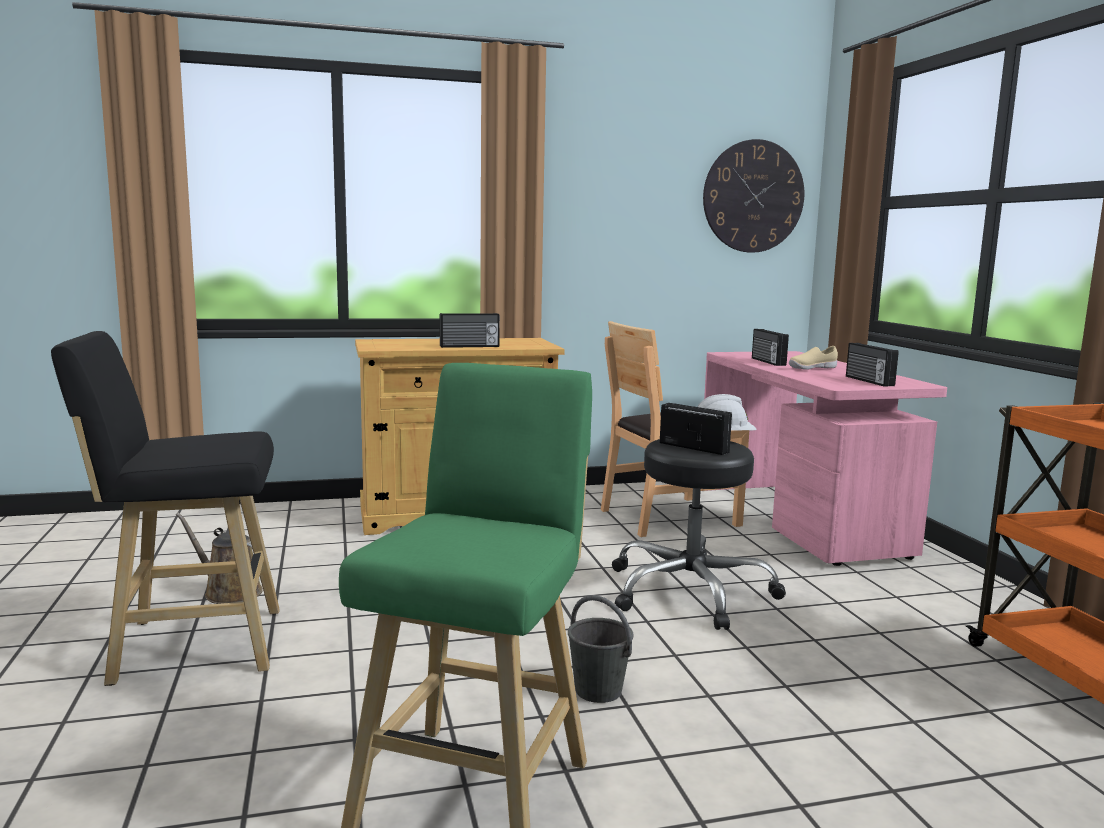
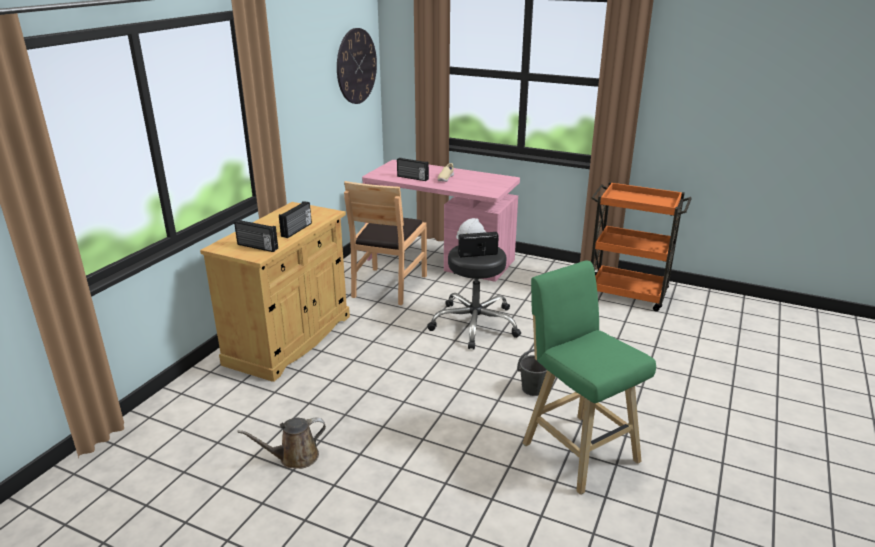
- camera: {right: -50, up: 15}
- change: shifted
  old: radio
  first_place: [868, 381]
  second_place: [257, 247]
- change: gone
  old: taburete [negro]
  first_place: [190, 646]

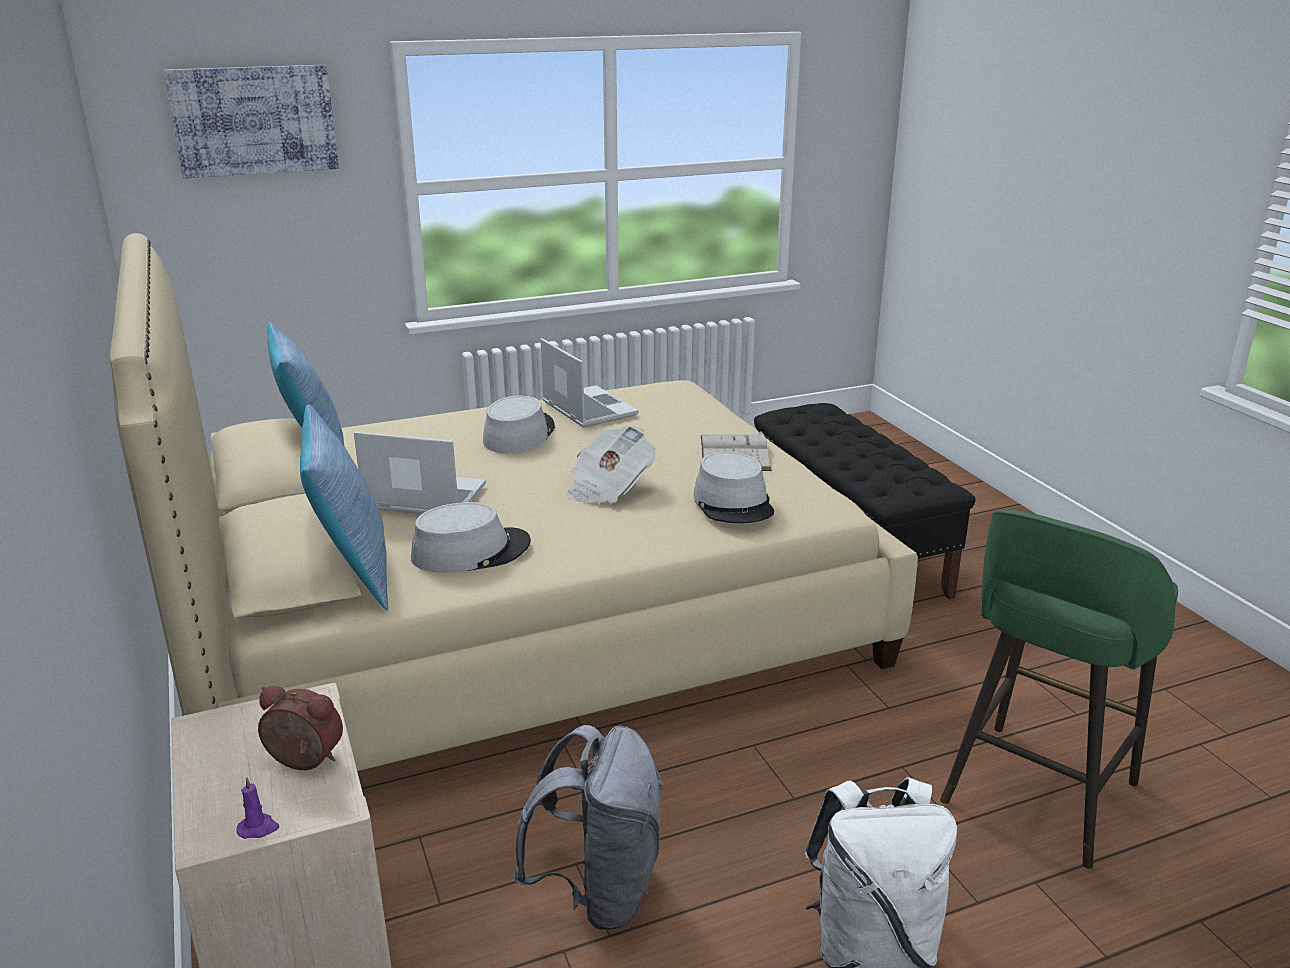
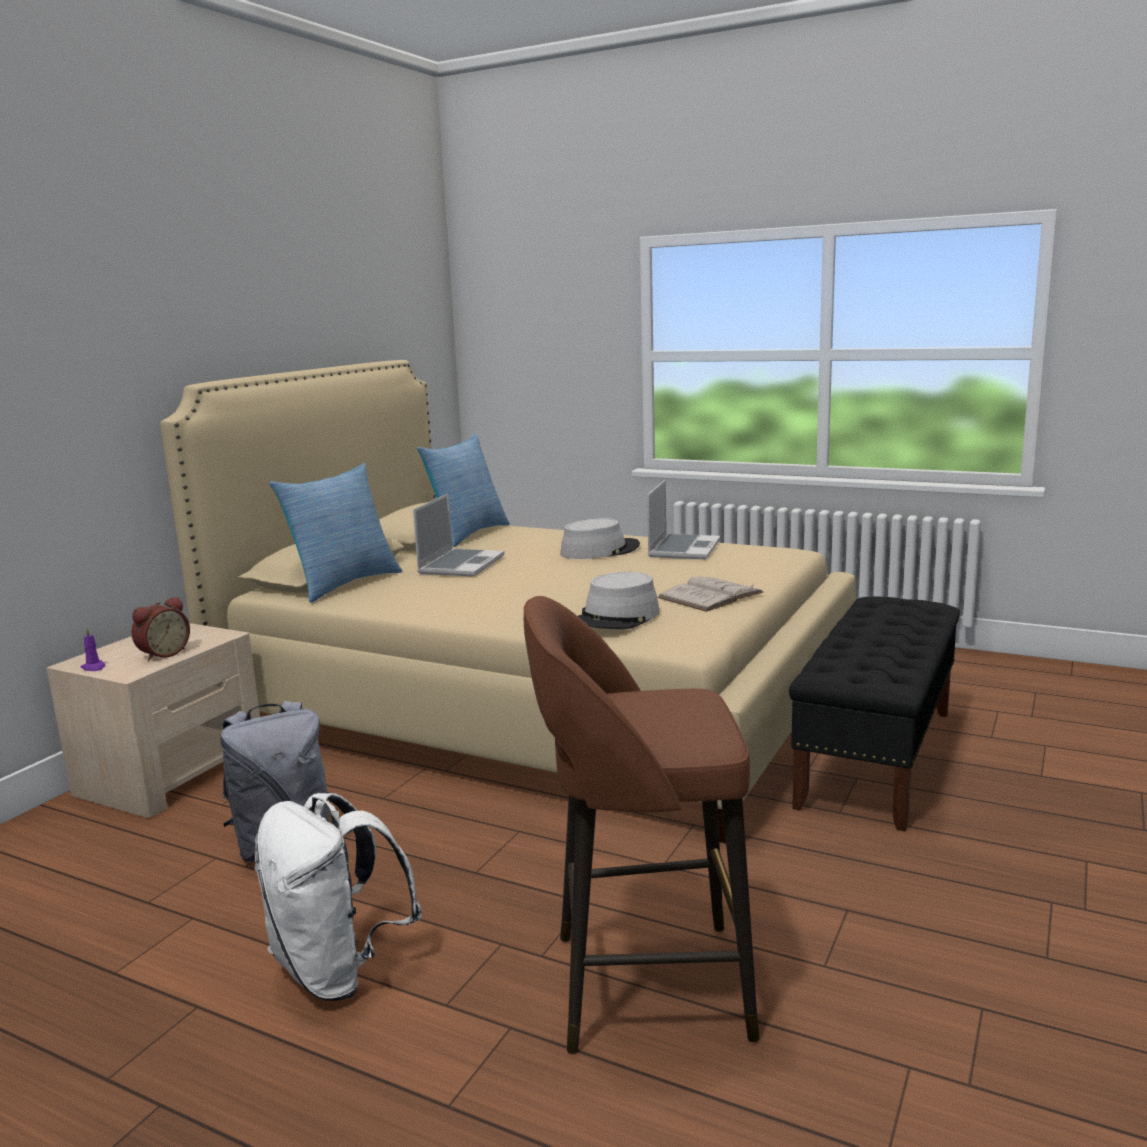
- camera: {right: 50, up: -10}
- change: rotated
  old: despertador
  first_place: [303, 762]
  second_place: [162, 654]
  degrees: 60
- change: rotated
  old: portátil
  first_place: [423, 498]
  second_place: [461, 564]
  degrees: 45
- change: repainted
  old: taburete [verde]
  new: taburete [marrón]
  first_place: [1036, 796]
  second_place: [643, 985]
- change: gone
  old: cuadro
  first_place: [254, 120]
- change: gone
  old: sombrero [gris]
  first_place: [471, 551]
- change: gone
  old: periódico
  first_place: [608, 488]

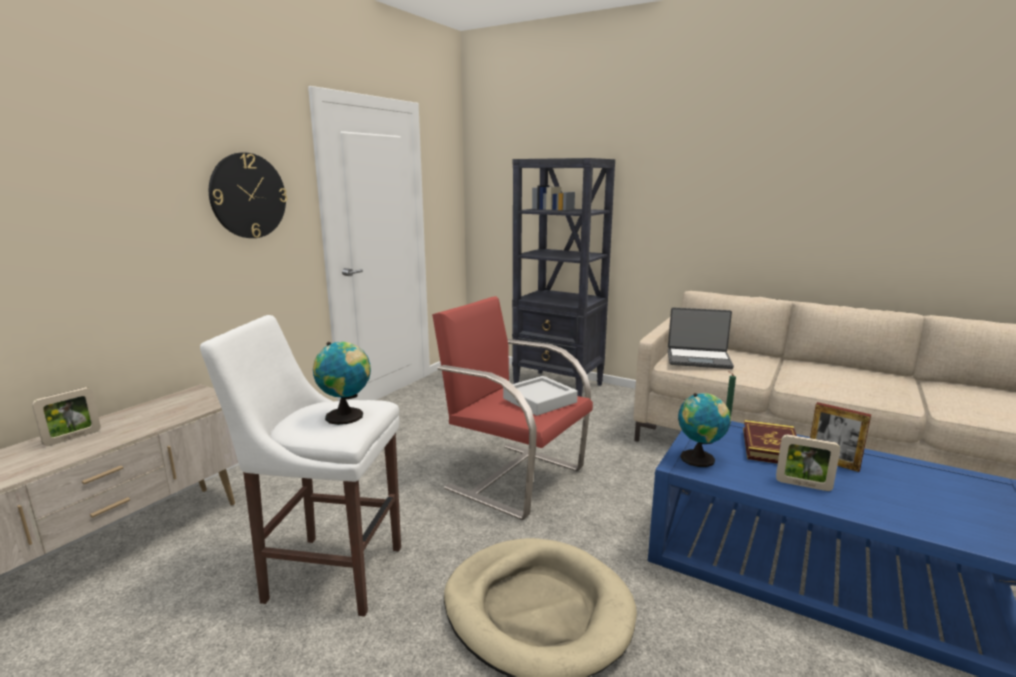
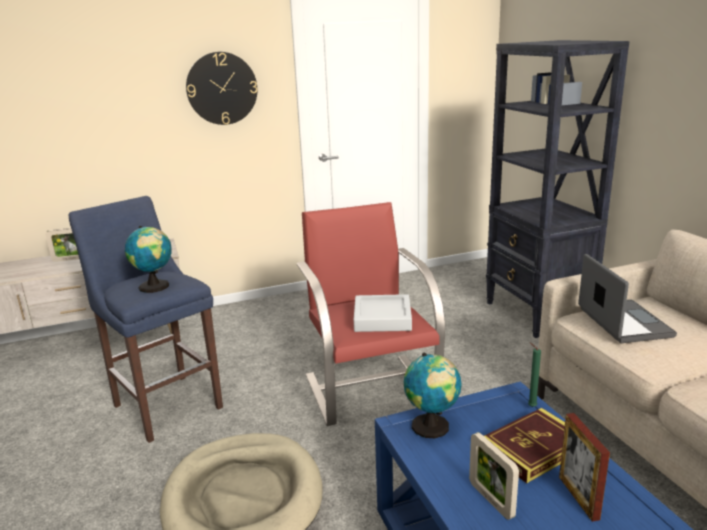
- camera: {right: 40, up: 5}
- change: repainted
  old: taburete [blanco]
  new: taburete [azul]
  first_place: [328, 572]
  second_place: [165, 404]
- change: rotated
  old: portátil
  first_place: [698, 359]
  second_place: [622, 322]
  degrees: -150

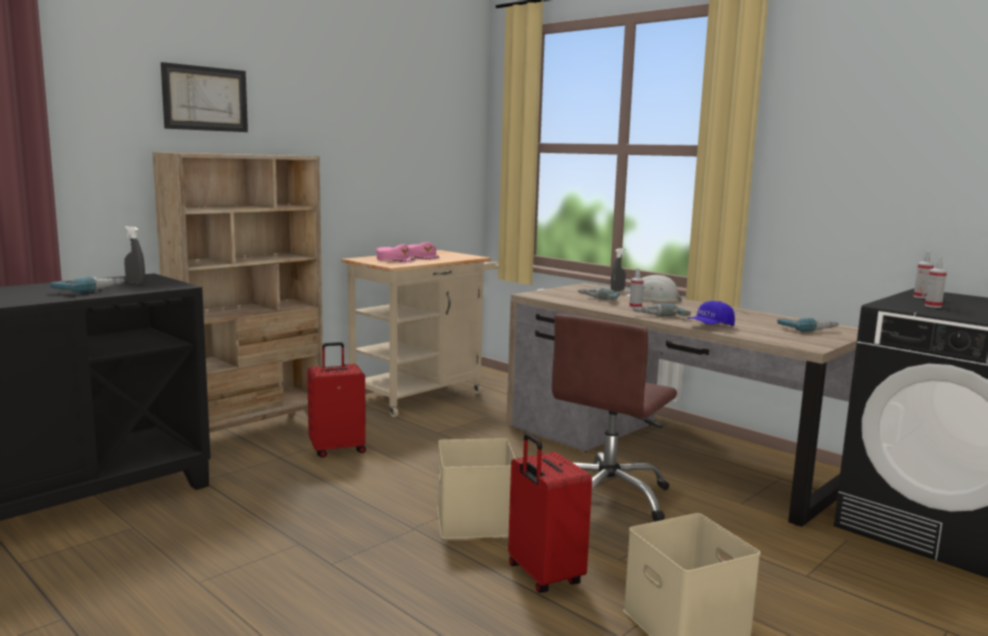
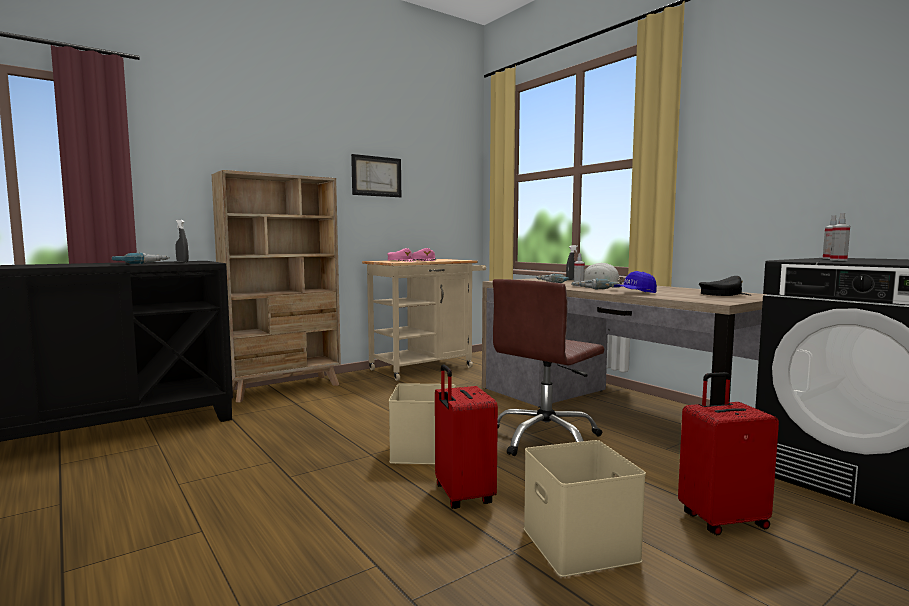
- camera: {right: 10, up: -5}
- change: shifted
  old: cuadro
  first_place: [205, 98]
  second_place: [376, 176]
- change: shifted
  old: maleta [rojo]
  first_place: [337, 449]
  second_place: [722, 520]
- change: swapped
  old: taladro
  new: gorra [negro]
  first_place: [806, 329]
  second_place: [724, 295]

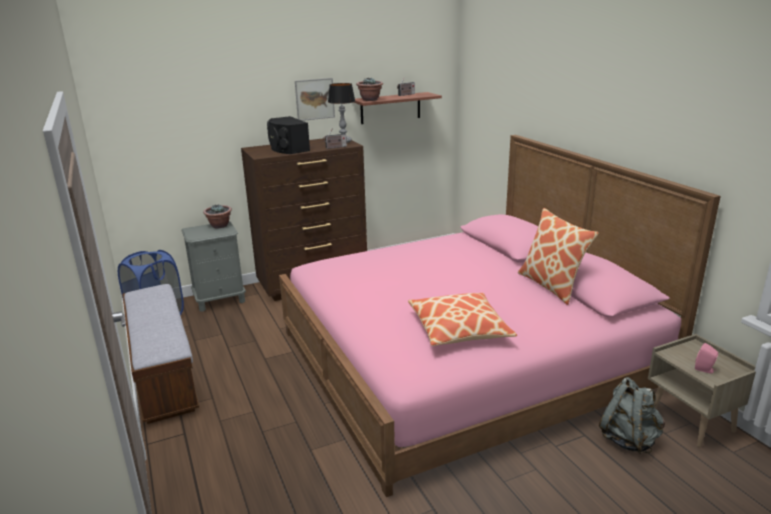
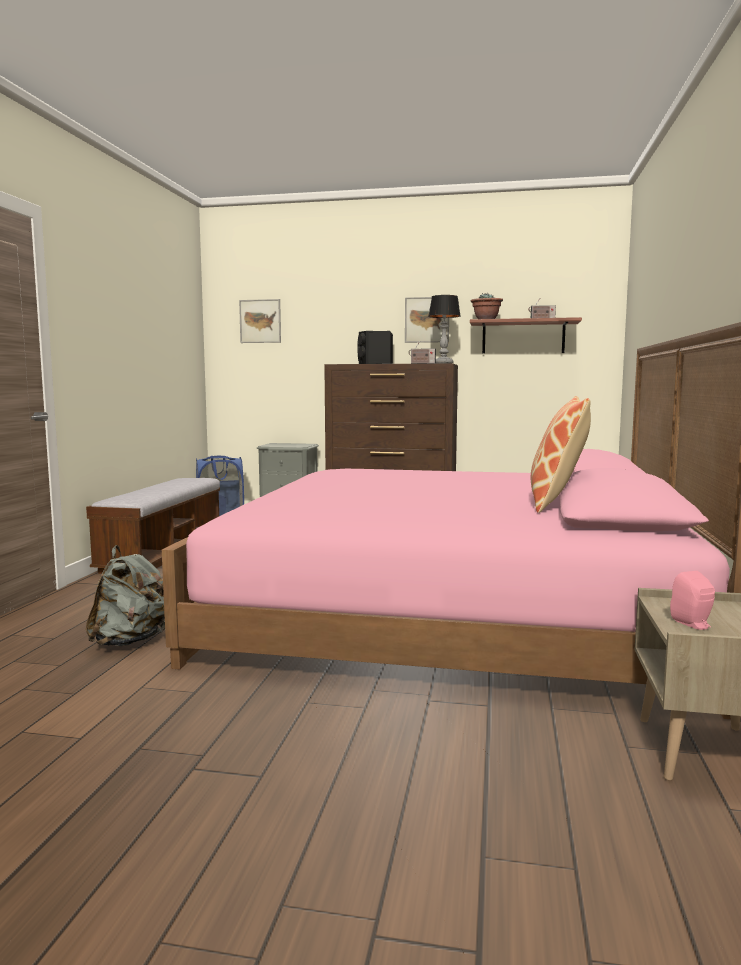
- camera: {right: 35, up: -15}
- change: shifted
  old: mochila [gris]
  first_place: [629, 439]
  second_place: [131, 641]
- change: new
  new: cuadro
  second_place: [260, 321]
- change: gone
  old: planta en maceta
  first_place: [219, 226]
- change: gone
  old: cojín
  first_place: [459, 329]

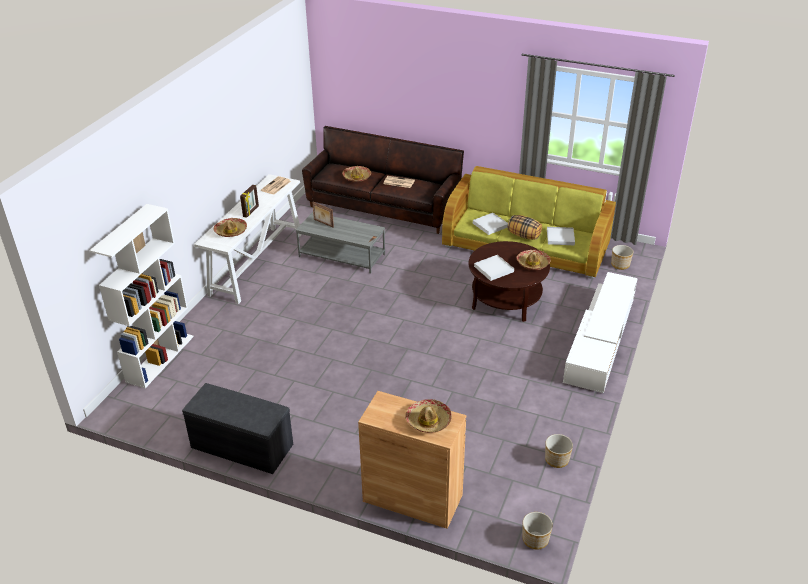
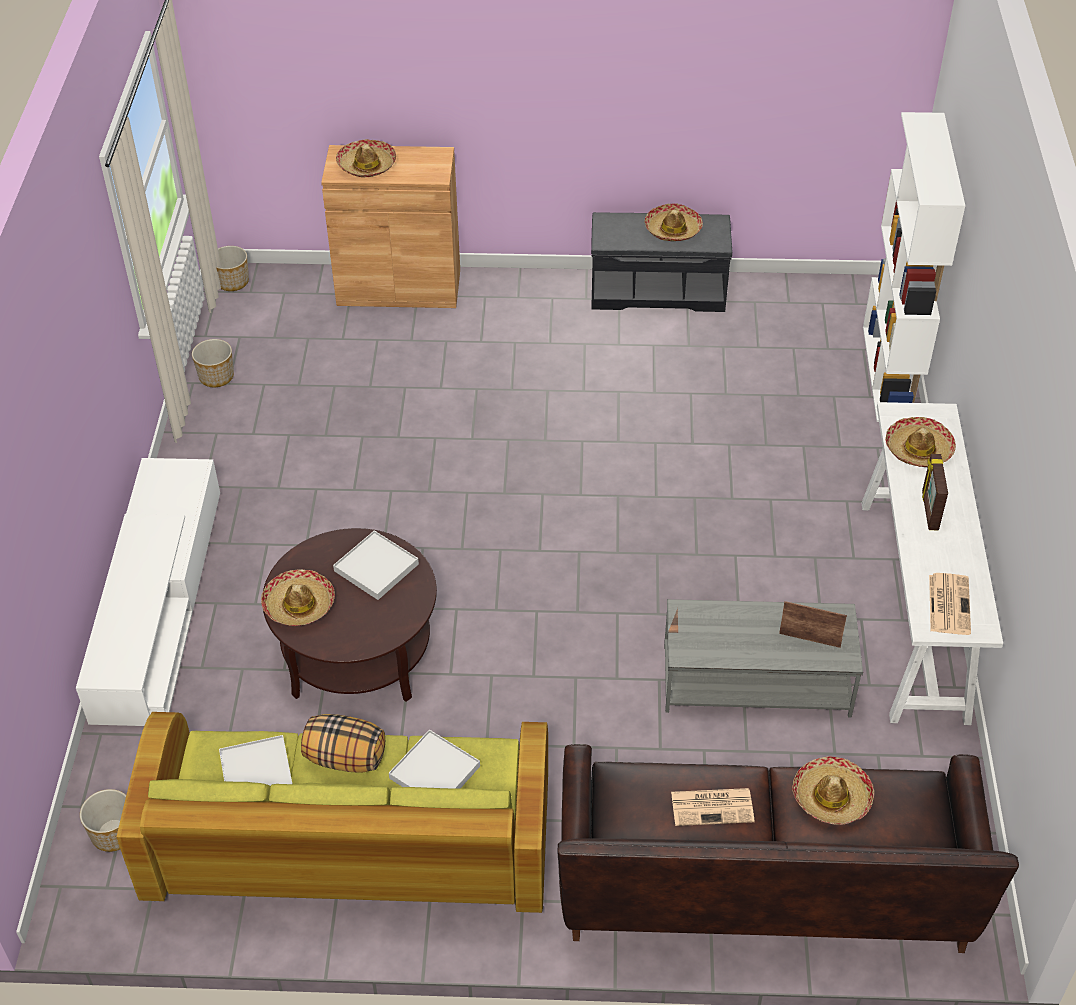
- camera: {right: 160, up: 10}
- change: new
  new: sombrero
  second_place: [673, 229]

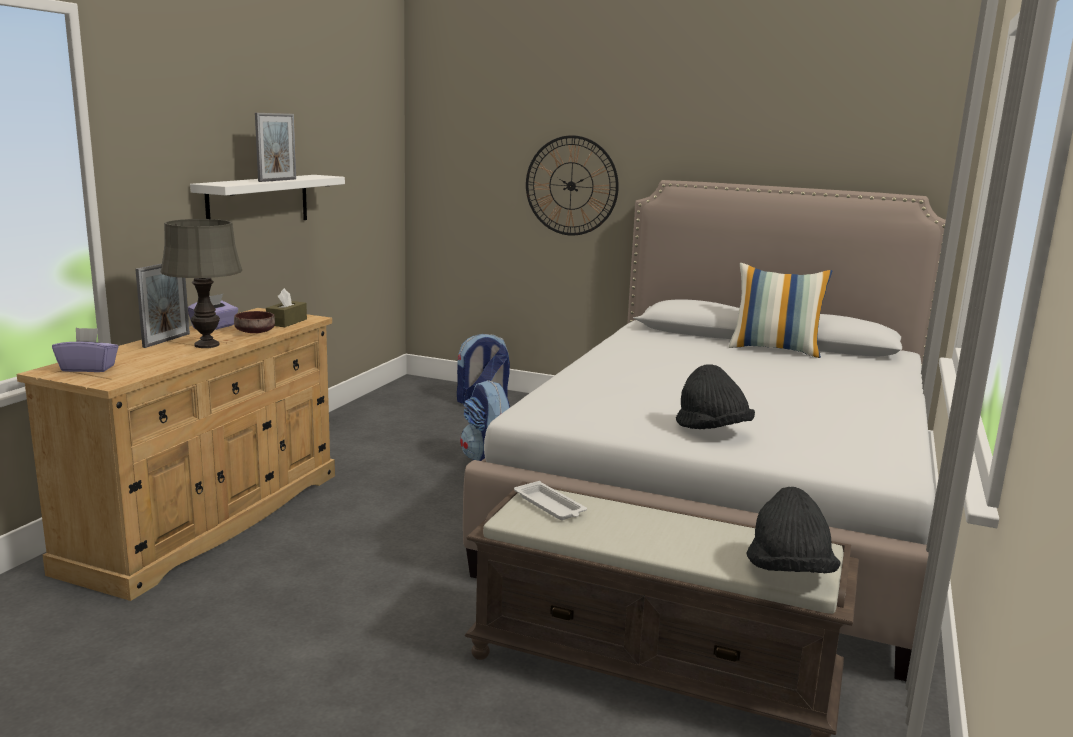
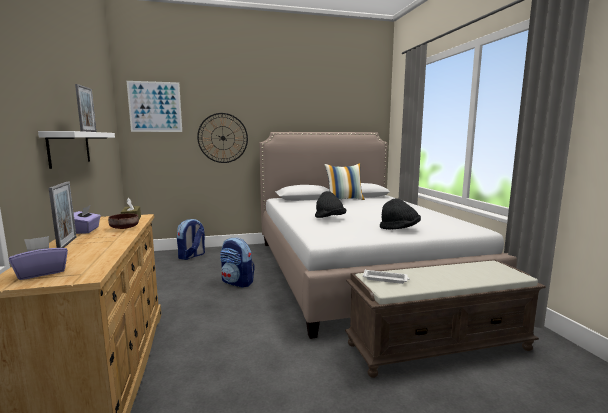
- camera: {right: -35, up: -5}
- change: new
  new: cuadro
  second_place: [155, 107]
- change: shifted
  old: sombrero [negro]
  first_place: [788, 572]
  second_place: [329, 219]
- change: gone
  old: lámpara de mesa [gris]
  first_place: [207, 345]

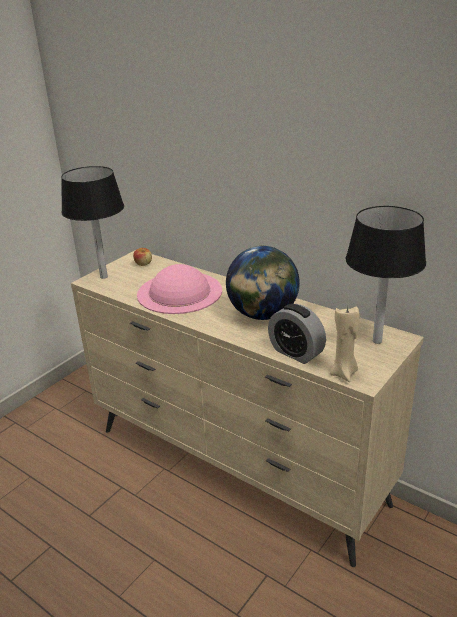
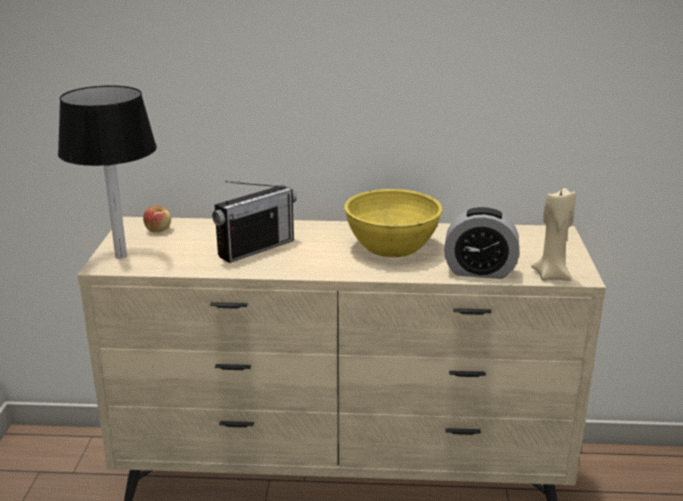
- camera: {right: -35, up: -5}
- change: swapped
  old: sombrero [rosa]
  new: radio
  first_place: [179, 292]
  second_place: [256, 248]
- change: swapped
  old: globo terráqueo
  new: cuenco [amarillo]
  first_place: [262, 315]
  second_place: [392, 246]
- change: gone
  old: lámpara de mesa [negro]
  first_place: [377, 341]

